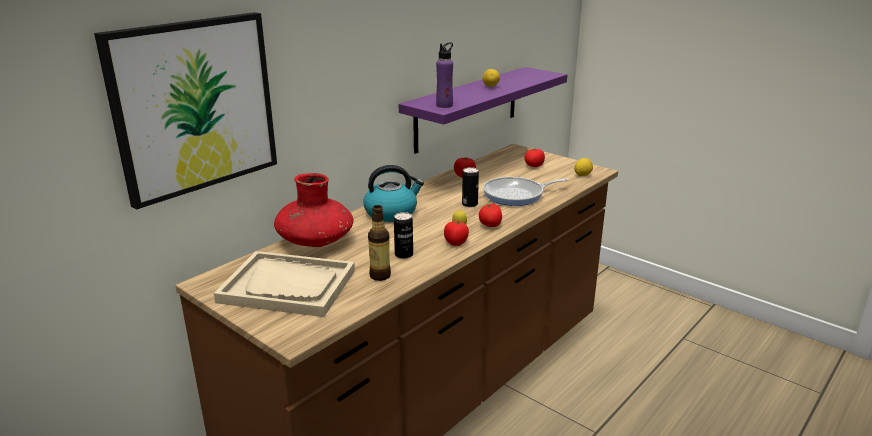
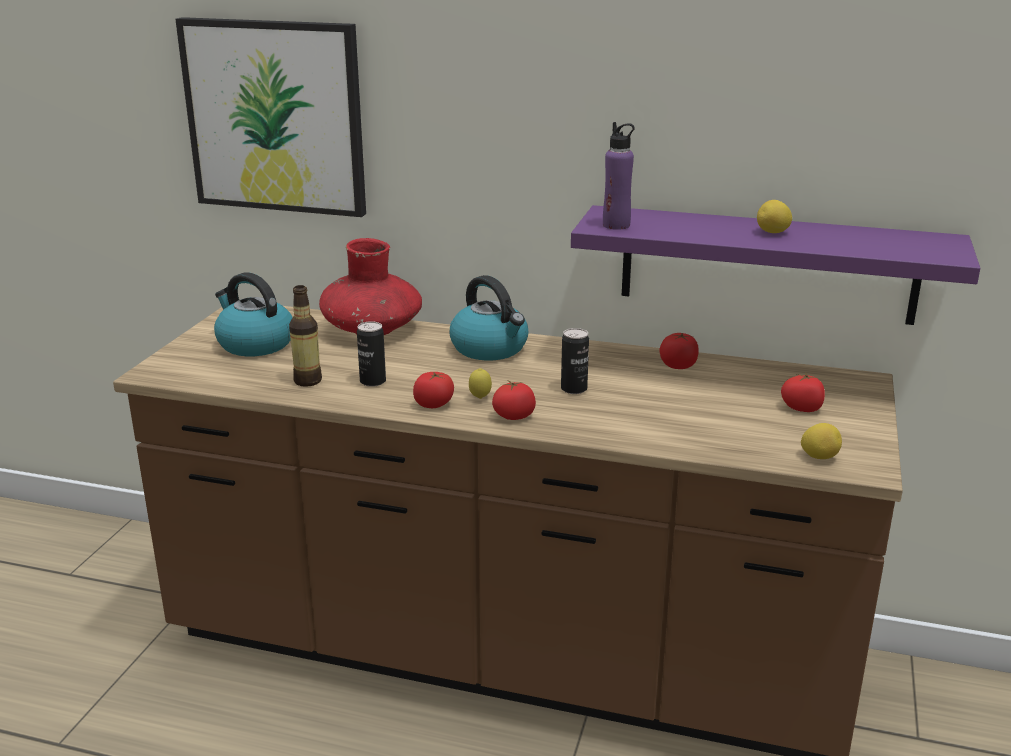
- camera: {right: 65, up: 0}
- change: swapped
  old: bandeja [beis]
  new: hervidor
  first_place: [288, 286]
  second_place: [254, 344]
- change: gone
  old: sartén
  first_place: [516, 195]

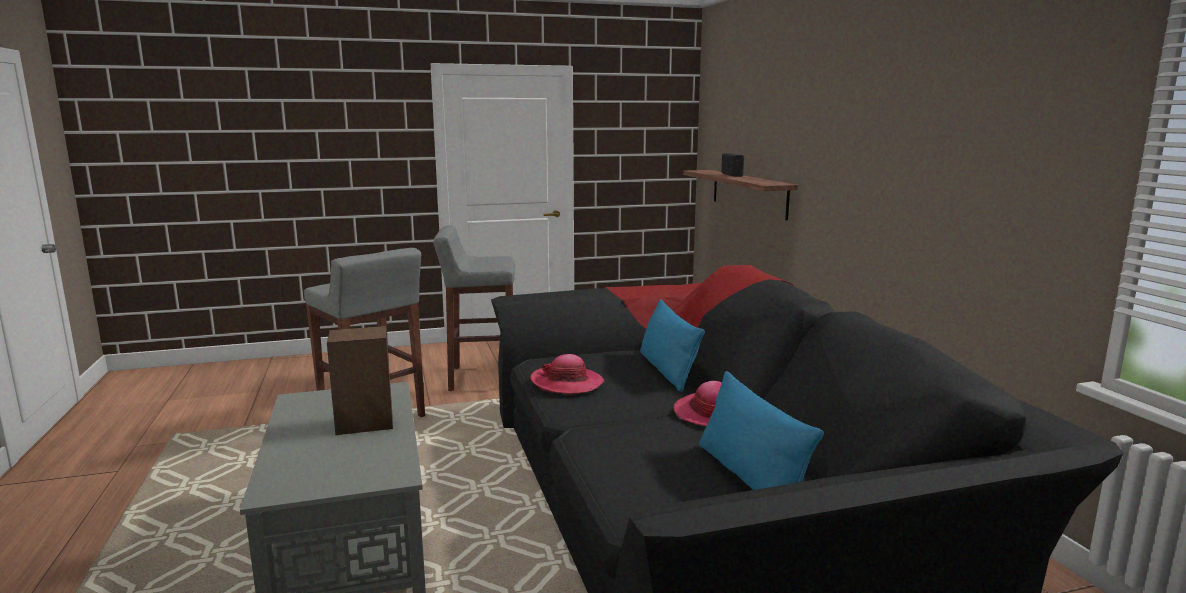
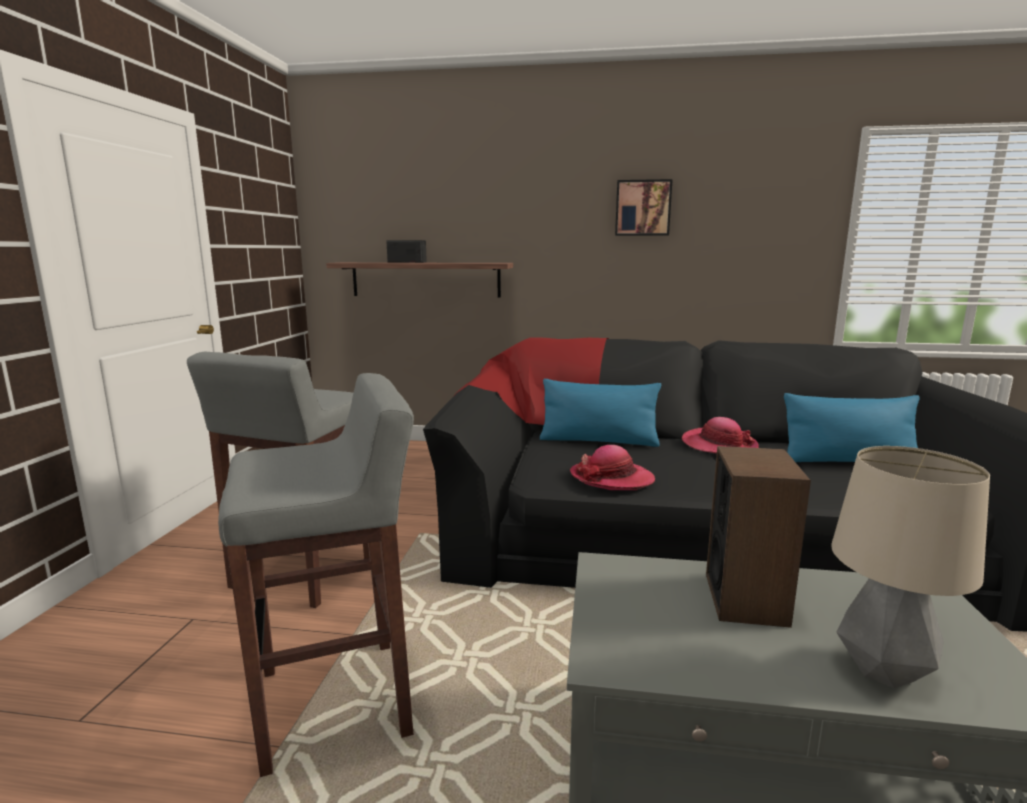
- camera: {right: -65, up: 0}
- change: new
  new: cuadro
  second_place: [642, 208]
- change: new
  new: lámpara de mesa
  second_place: [882, 670]

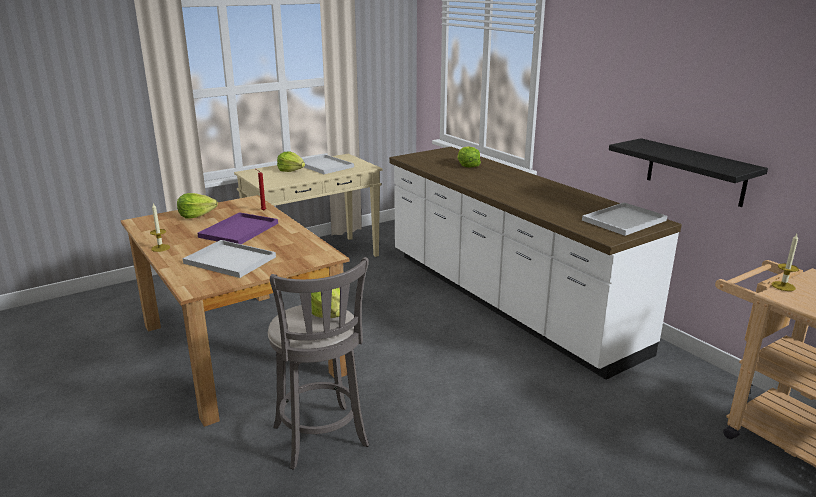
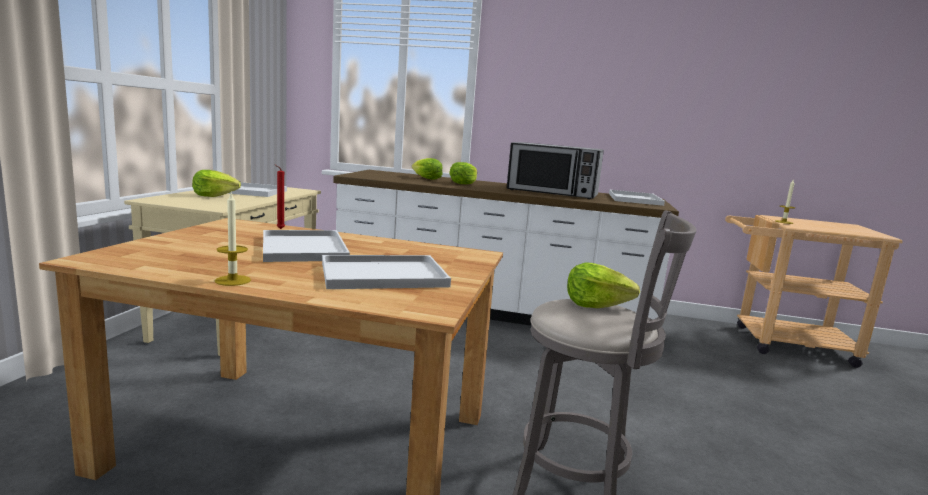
- camera: {right: -45, up: -10}
- change: repainted
  old: bandeja [morado]
  new: bandeja [blanco]
  first_place: [238, 231]
  second_place: [305, 248]
- change: shifted
  old: lechuga
  first_place: [196, 215]
  second_place: [463, 183]
- change: new
  new: microondas
  second_place: [552, 193]
- change: gone
  old: estante [negro]
  first_place: [695, 172]

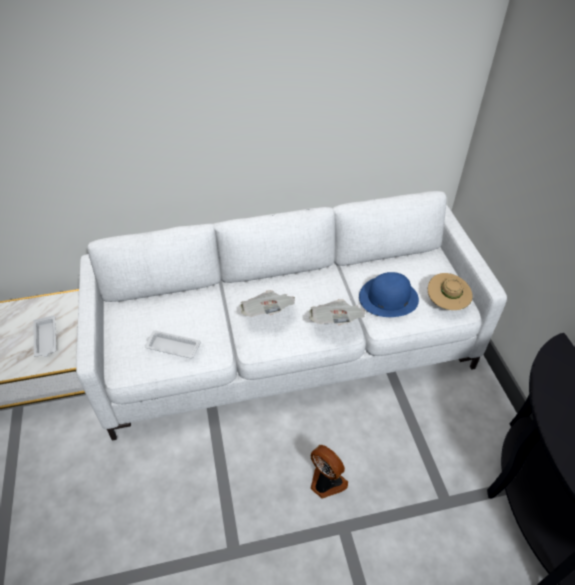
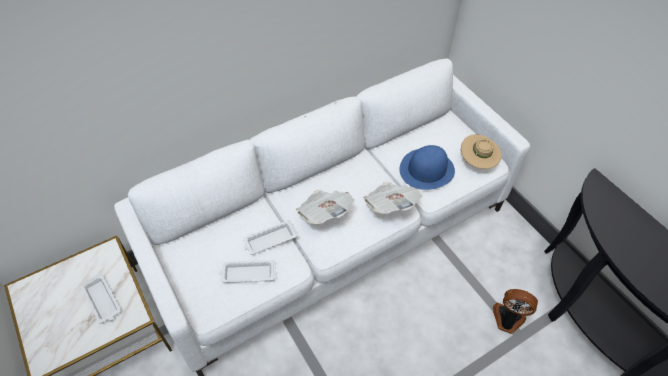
- camera: {right: -20, up: 5}
- change: new
  new: bandeja [blanco]
  second_place: [269, 240]
- change: shifted
  old: ventilador
  first_place: [326, 482]
  second_place: [507, 319]

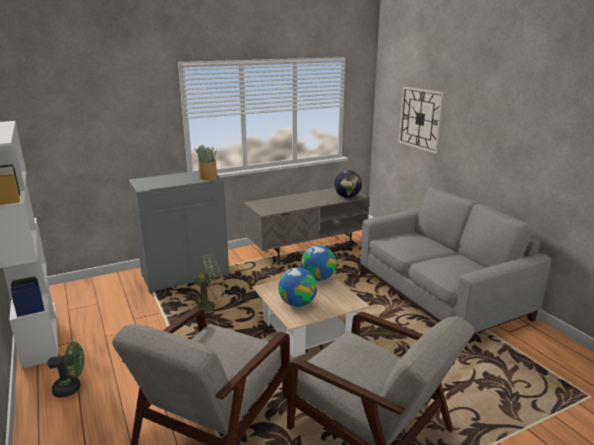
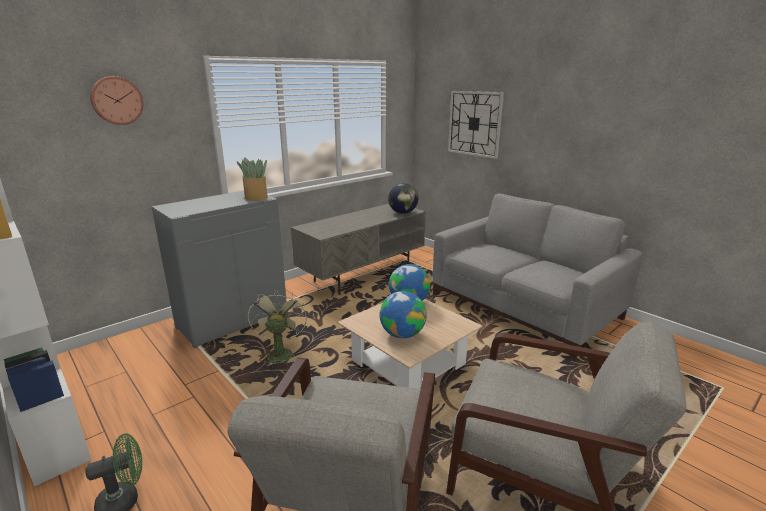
- camera: {right: -15, up: 0}
- change: new
  new: reloj de pared
  second_place: [116, 100]
- change: rotated
  old: ventilador [verde]
  first_place: [210, 306]
  second_place: [279, 353]
  degrees: -60

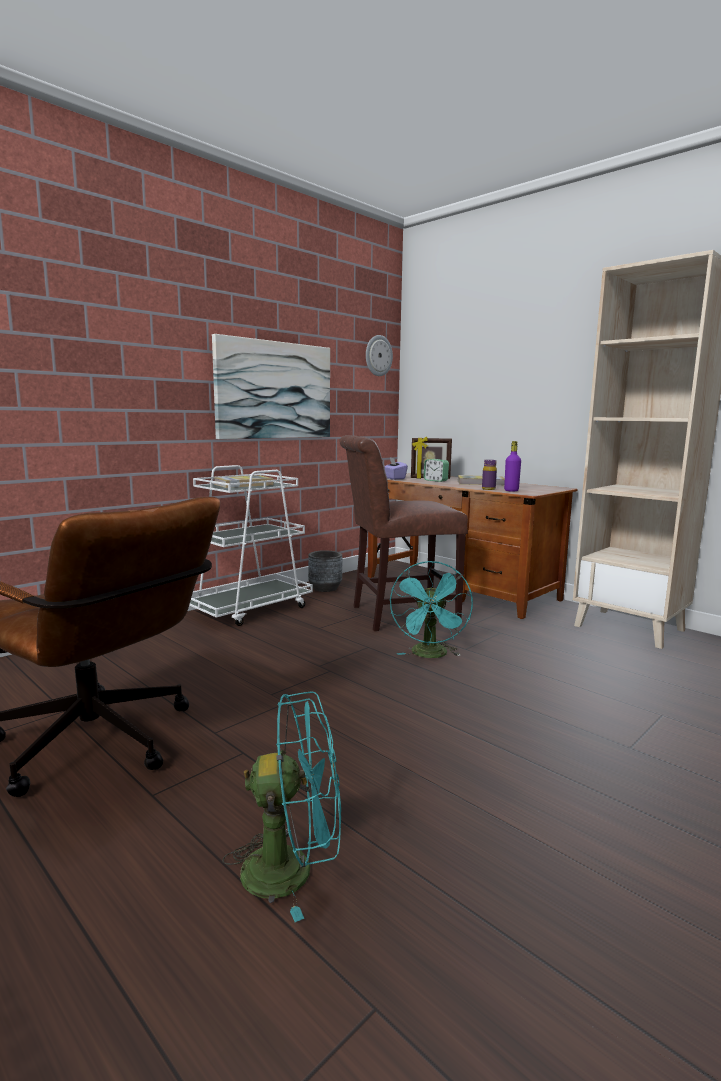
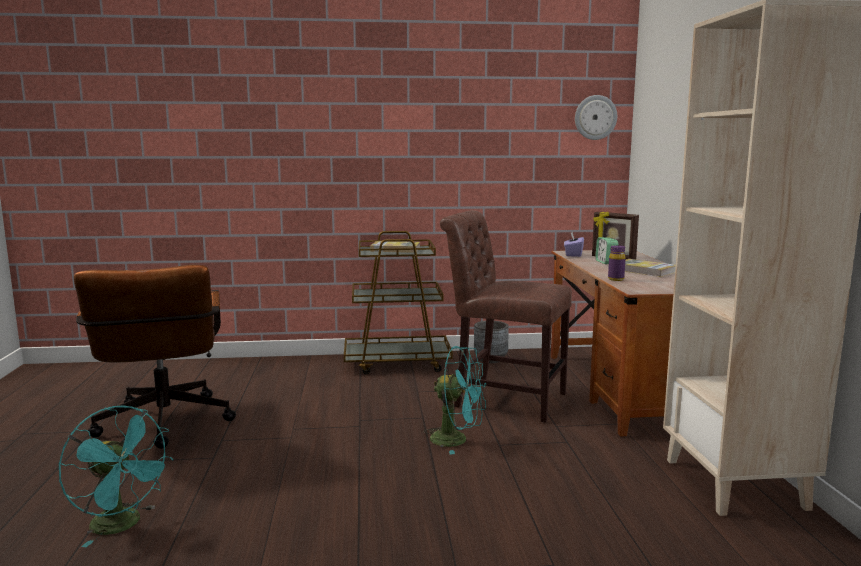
- camera: {right: 40, up: 0}
- change: repainted
  old: carrito [blanco]
  new: carrito [marrón]
  first_place: [250, 609]
  second_place: [397, 363]
- change: rotated
  old: ventilador [turquesa]
  first_place: [430, 655]
  second_place: [457, 440]
  degrees: -120
- change: gone
  old: cuadro
  first_place: [274, 390]
- change: gone
  old: botella [morado]
  first_place: [511, 490]

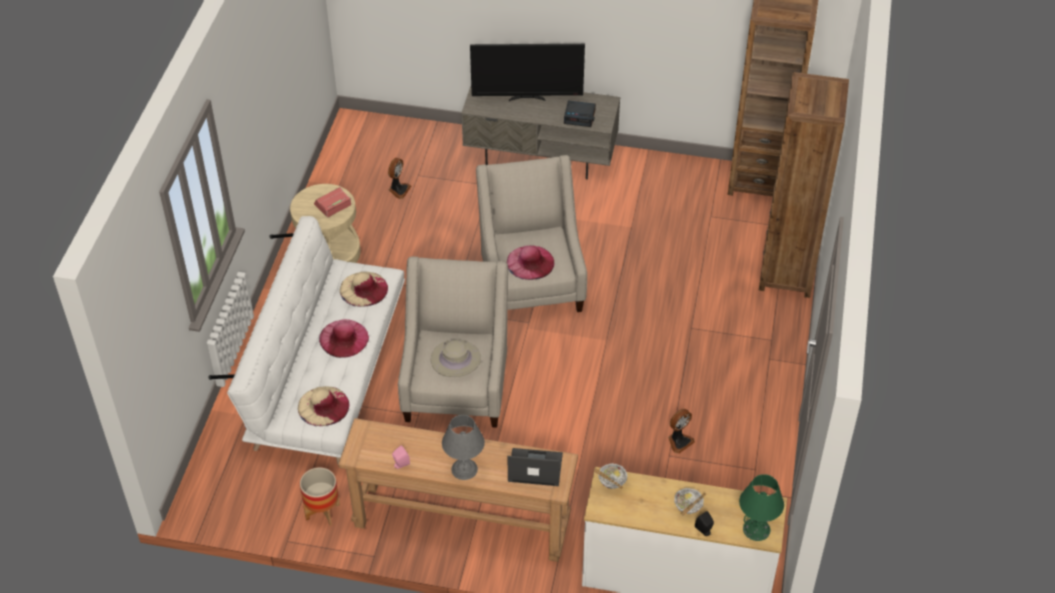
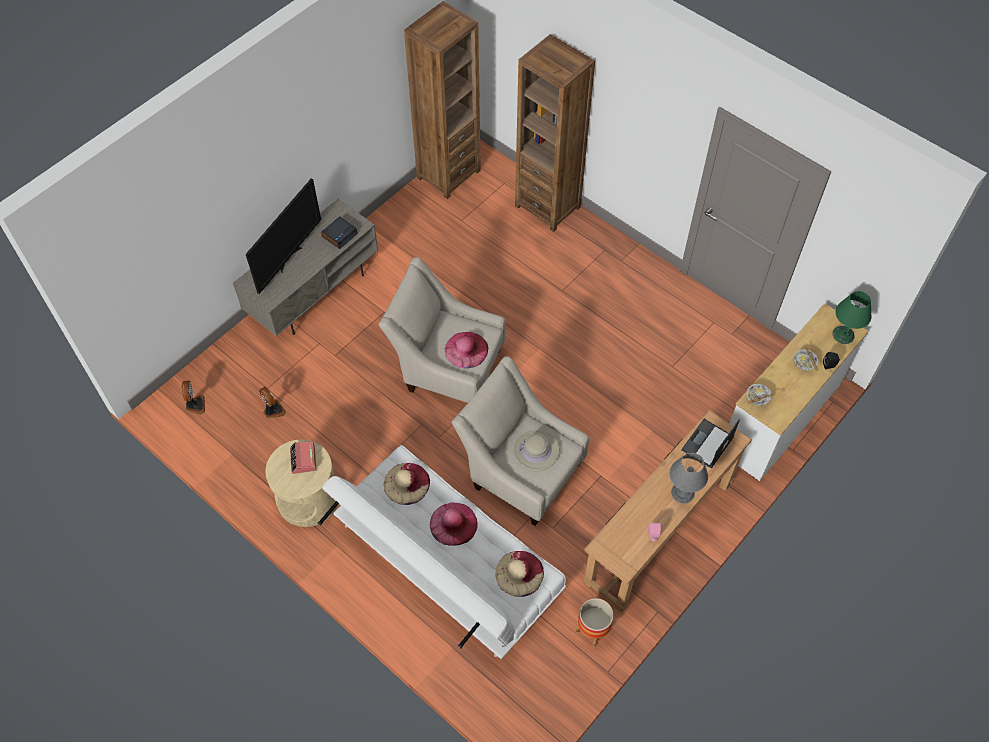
- camera: {right: -60, up: 10}
- change: shifted
  old: ventilador
  first_place: [679, 441]
  second_place: [195, 405]

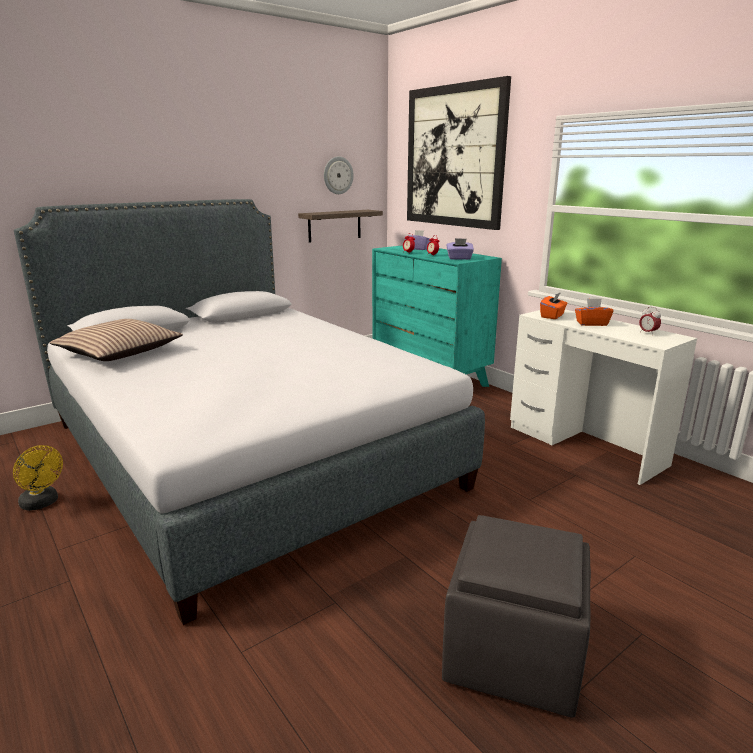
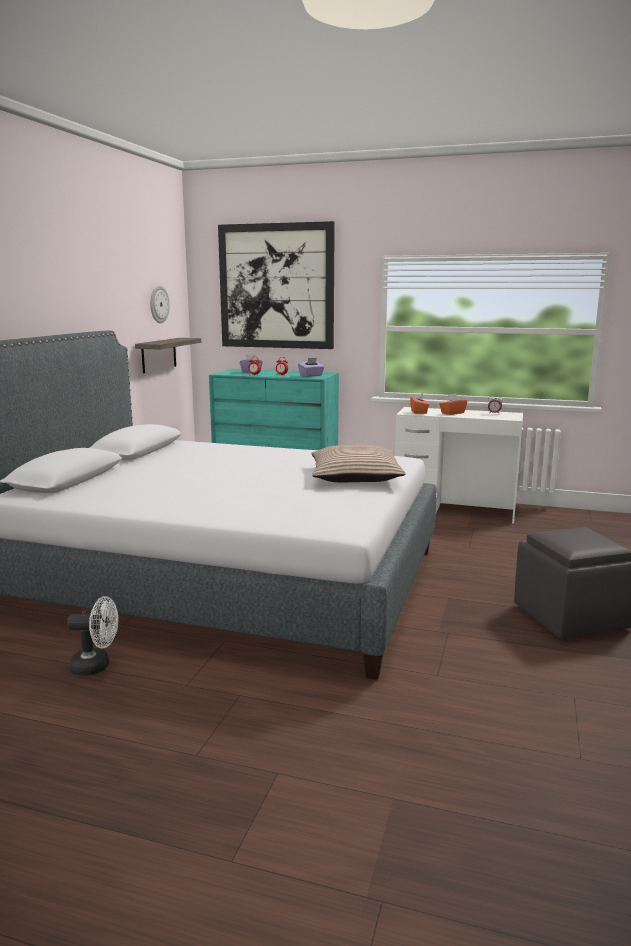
- camera: {right: -35, up: -5}
- change: repainted
  old: ventilador [amarillo]
  new: ventilador [blanco]
  first_place: [42, 503]
  second_place: [96, 666]
- change: shifted
  old: cojín
  first_place: [119, 352]
  second_place: [355, 476]

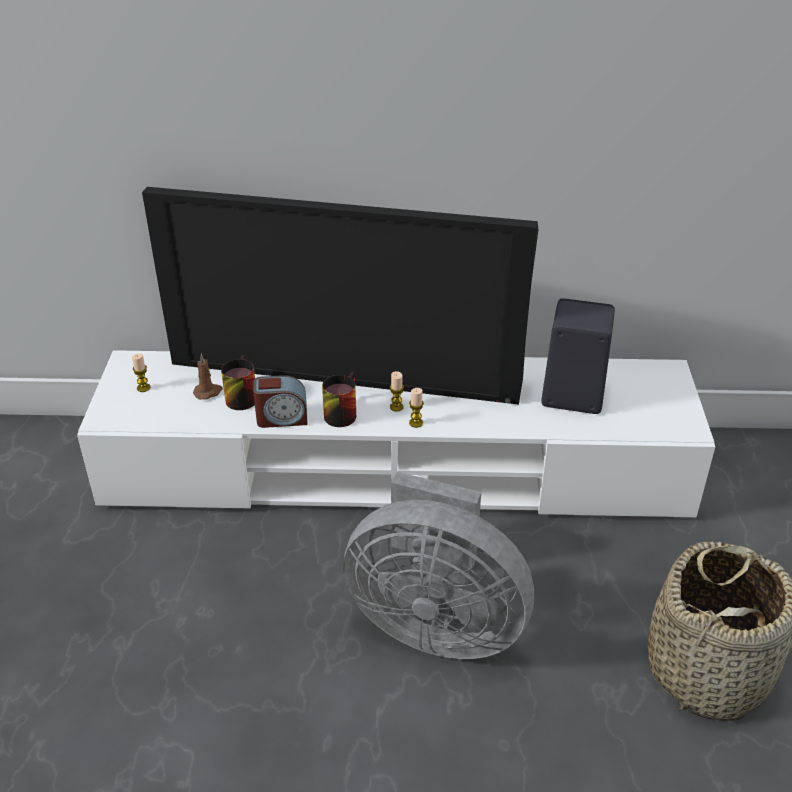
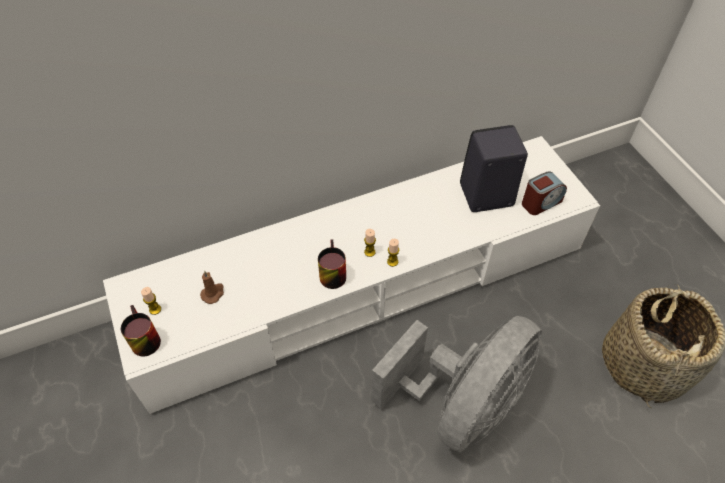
- camera: {right: -25, up: 15}
- change: shifted
  old: taza grande
  first_place: [239, 396]
  second_place: [142, 339]
- change: rotated
  old: ventilador [gris]
  first_place: [435, 623]
  second_place: [461, 404]
  degrees: -45
- change: shifted
  old: despertador
  first_place: [282, 418]
  second_place: [541, 202]
- change: gone
  old: televisor
  first_place: [347, 371]

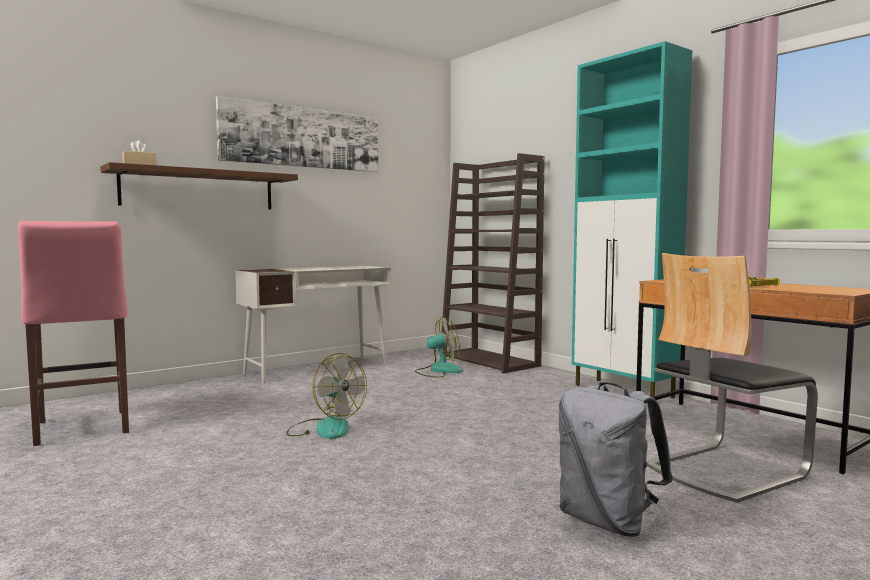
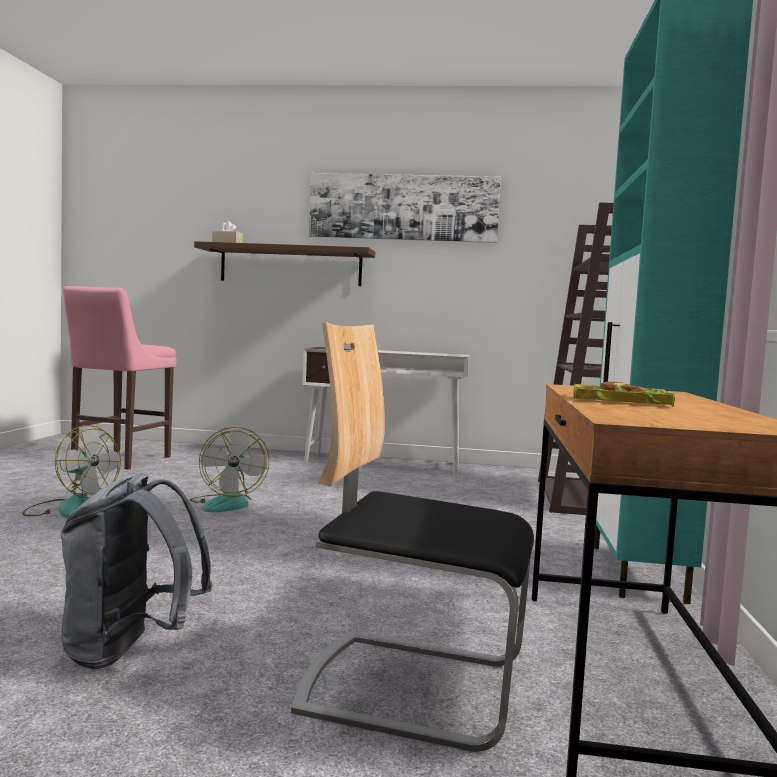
- camera: {right: 45, up: 0}
- change: shifted
  old: ventilador
  first_place: [438, 371]
  second_place: [70, 508]

